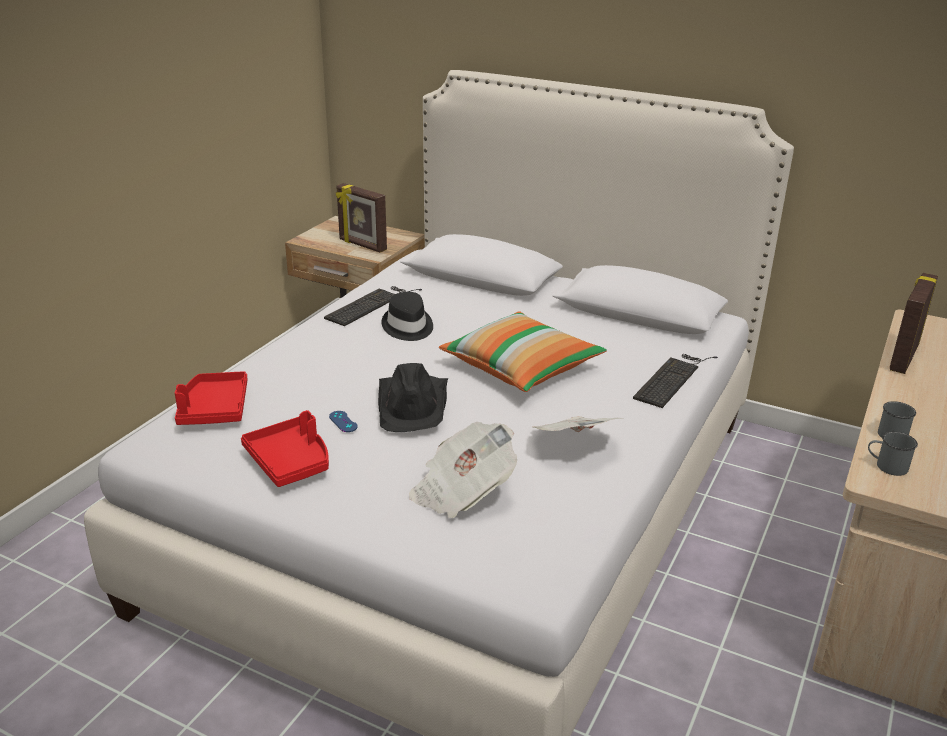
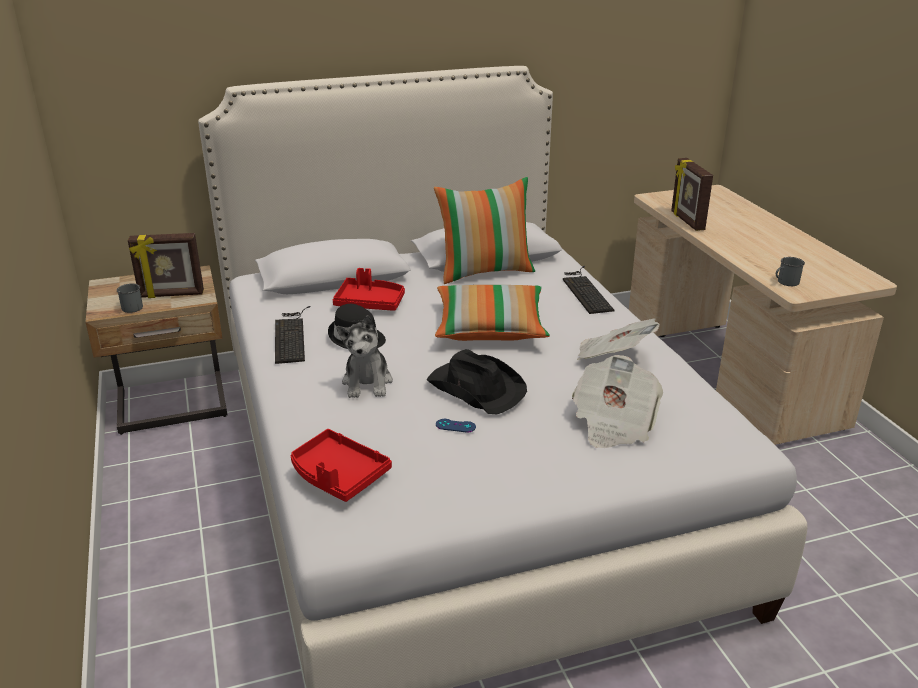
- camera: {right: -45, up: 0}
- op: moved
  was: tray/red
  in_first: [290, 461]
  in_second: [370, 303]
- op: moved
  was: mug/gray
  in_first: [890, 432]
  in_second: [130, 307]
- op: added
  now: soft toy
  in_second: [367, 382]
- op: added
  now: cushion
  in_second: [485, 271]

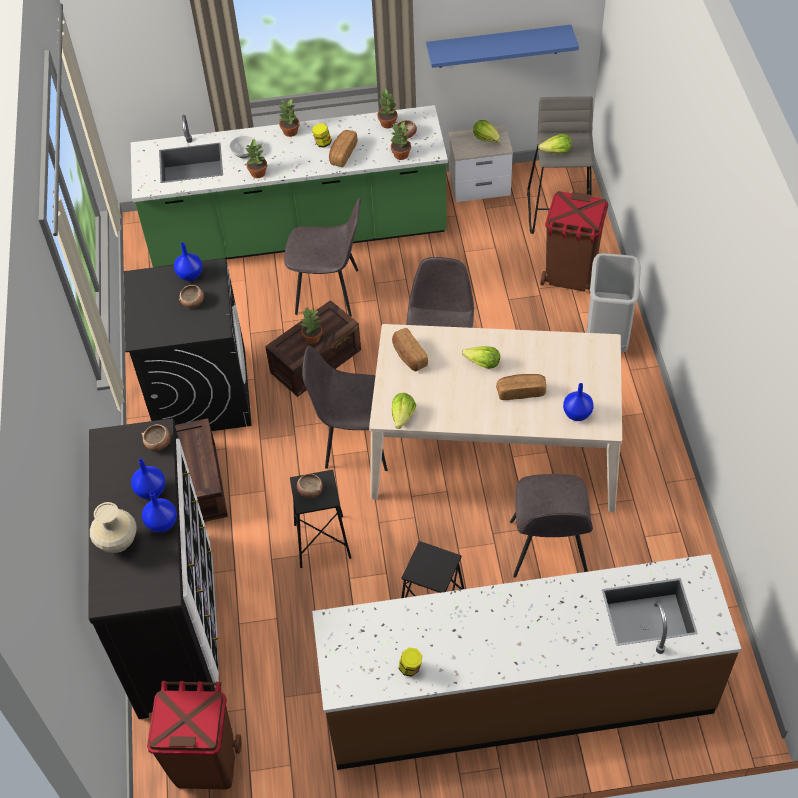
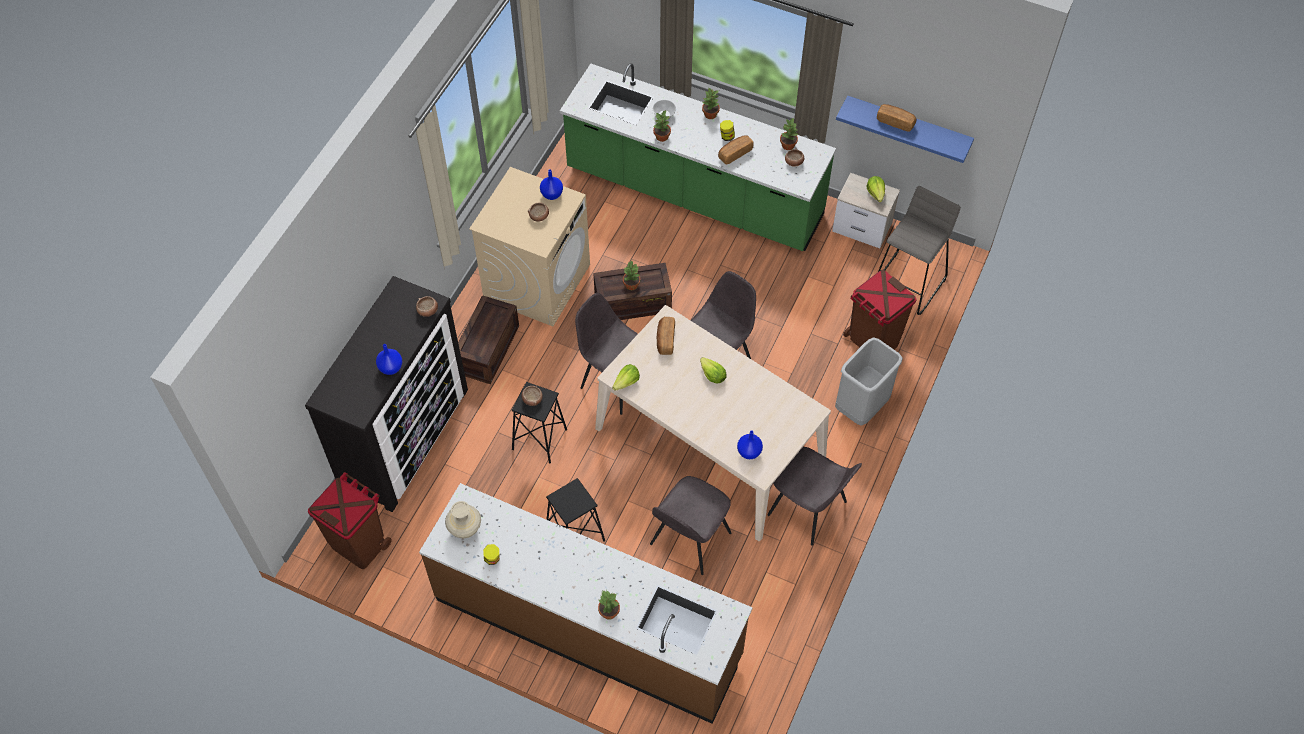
- camera: {right: 30, up: 5}
- op: moved
  was: vase/beige
  in_first: [118, 542]
  in_second: [465, 529]
- op: recoloured
  was: washing machine/blackish
  now: washing machine/beige
  in_first: [201, 392]
  in_second: [537, 281]
- op: removed
  was: vase/bluish
  in_first: [150, 491]
- op: moved
  was: upright chair/gray
  in_first: [329, 292]
  in_second: [809, 510]
- op: moved
  was: plant in a pot
  in_first: [400, 155]
  in_second: [608, 612]
- op: moved
  was: bread
  in_first: [521, 391]
  in_second: [895, 122]
- op: removed
  was: lettuce
  in_first: [556, 152]

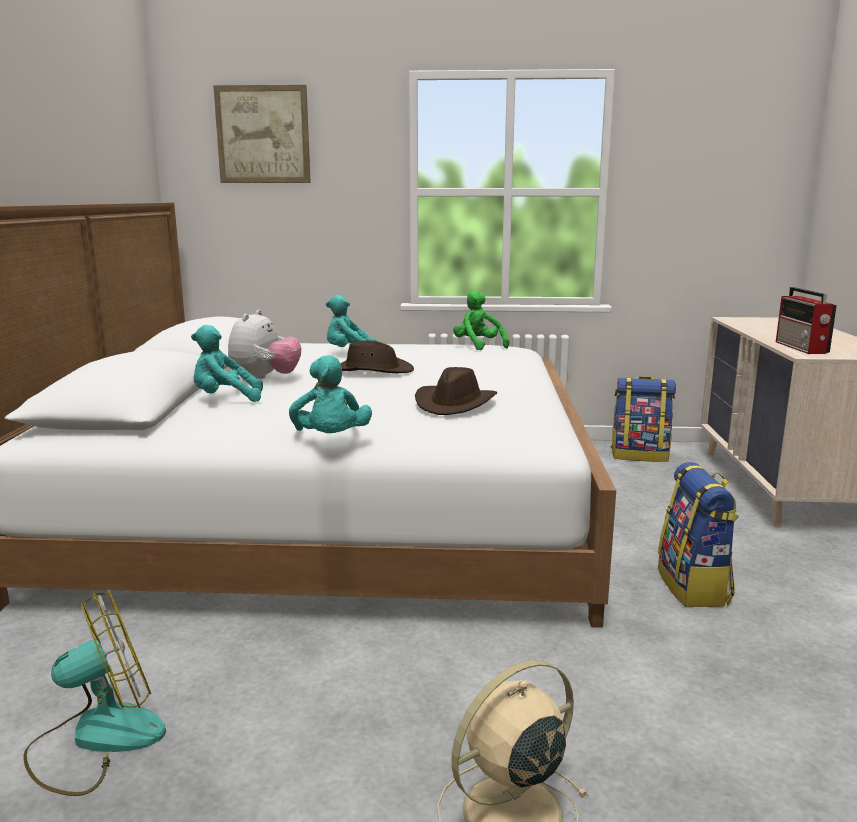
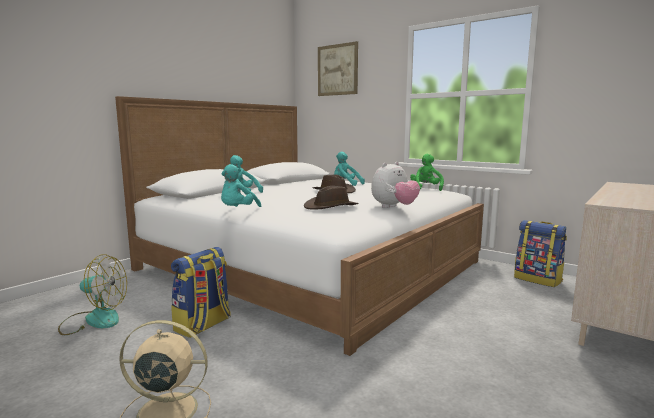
- camera: {right: 35, up: -5}
- op: moved
  was: soft toy
  in_first: [265, 380]
  in_second: [394, 207]
- op: moved
  was: rucksack
  in_first: [694, 587]
  in_second: [203, 325]
- op: removed
  was: radio
  in_first: [801, 348]

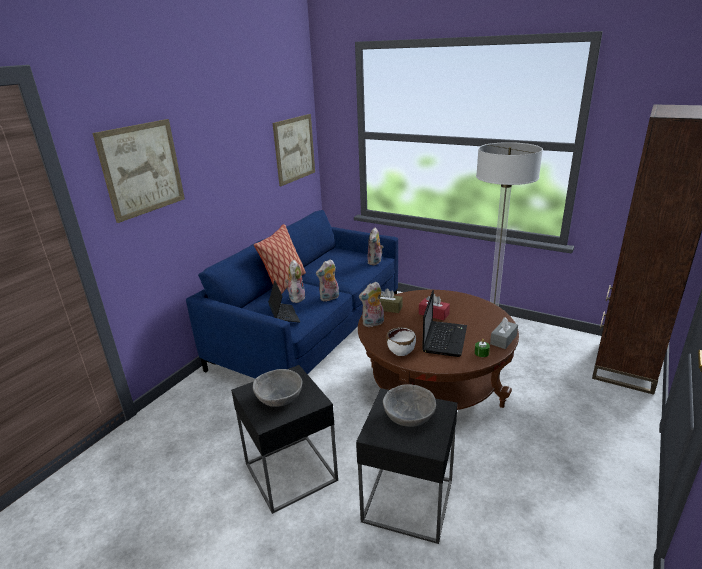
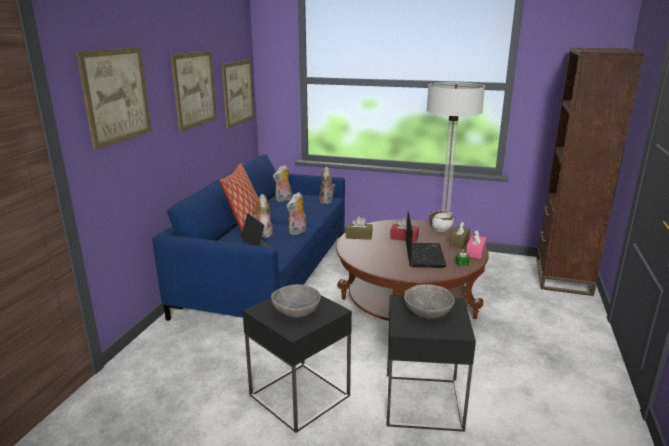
- camera: {right: -15, up: -5}
- op: moved
  was: soft toy
  in_first: [373, 323]
  in_second: [283, 200]
- op: moved
  was: serving bowl/white-coloured
  in_first: [401, 351]
  in_second: [440, 229]
- op: recoloured
  was: box of tissues/gray
  now: box of tissues/pinkish
  in_first: [503, 339]
  in_second: [475, 252]
- op: added
  now: picture
  in_second: [194, 89]
- op: added
  now: box of tissues/brown
  in_second: [459, 242]

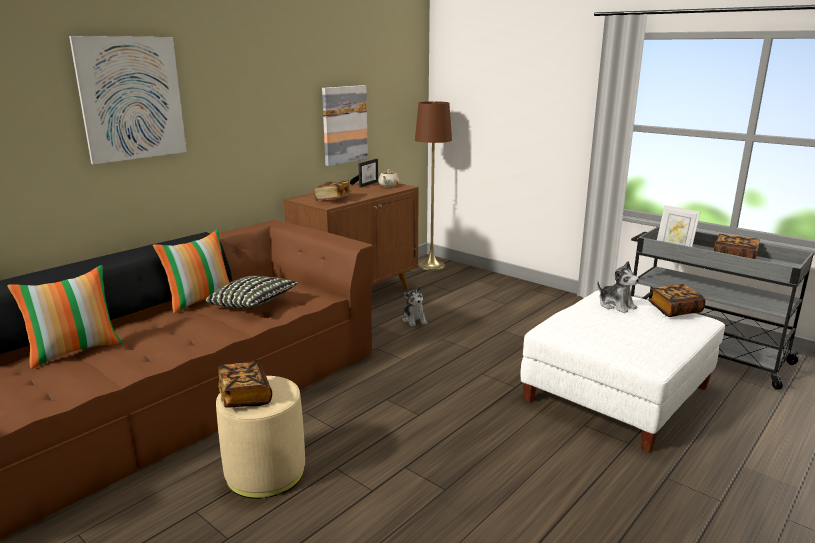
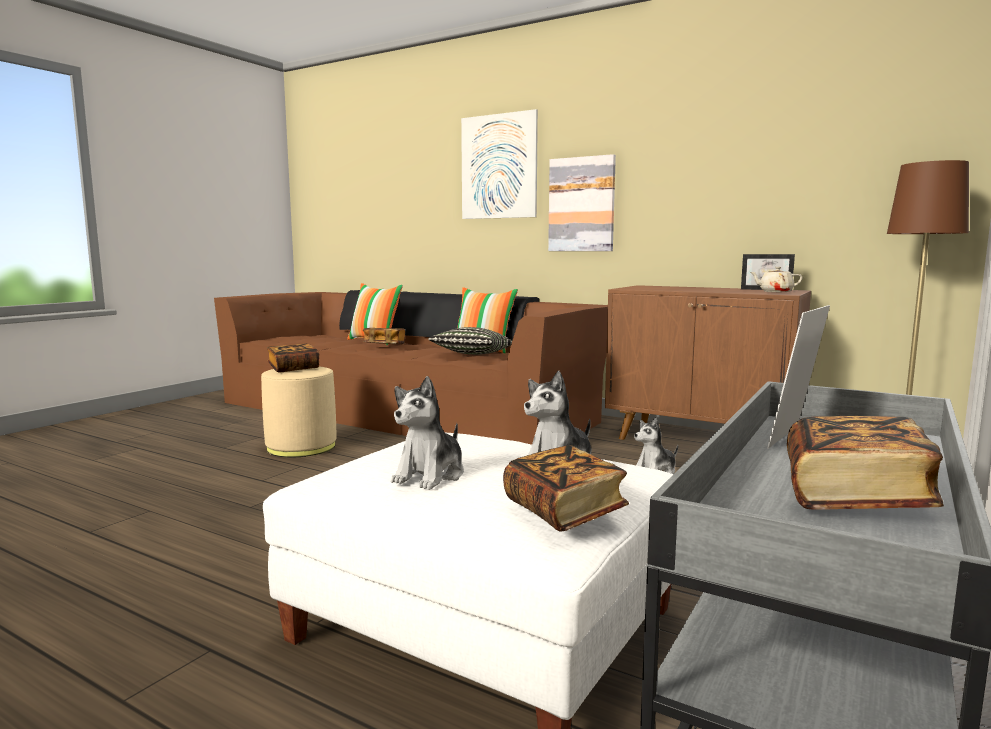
- camera: {right: 80, up: -10}
- op: moved
  was: book
  in_first: [333, 199]
  in_second: [384, 345]
- op: moved
  was: picture
  in_first: [344, 124]
  in_second: [581, 204]
- op: added
  now: soft toy
  in_second: [430, 475]

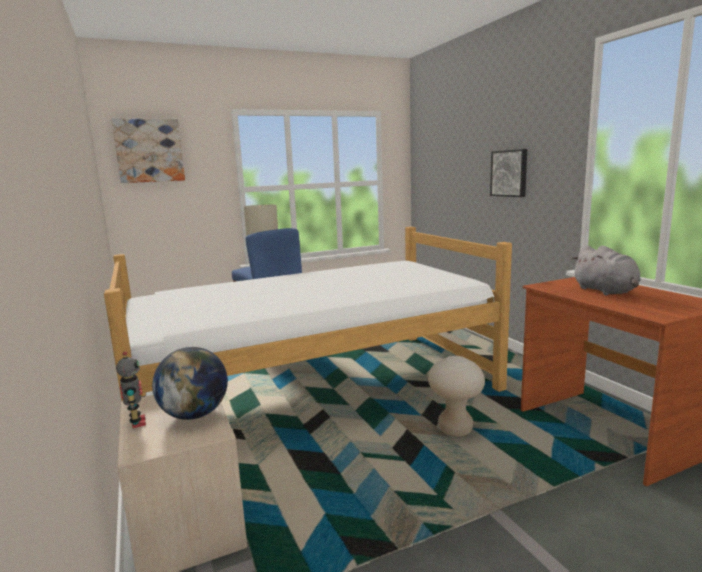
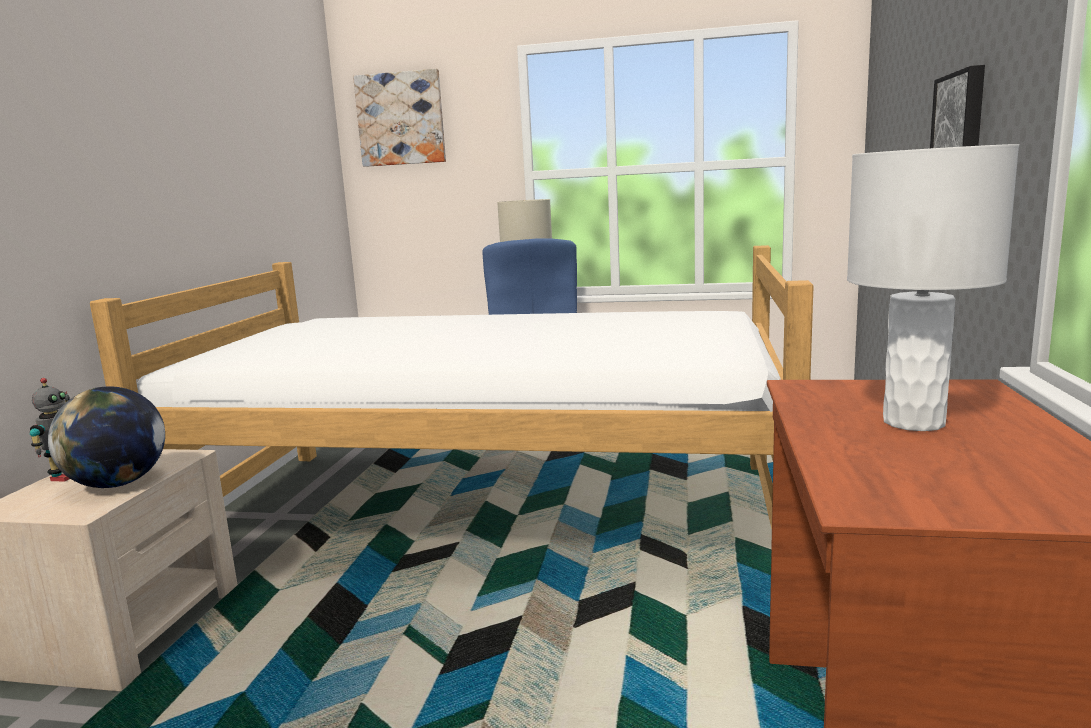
- camera: {right: 35, up: 0}
- op: removed
  was: stool seat/beige
  in_first: [455, 430]
- op: replaced
  was: soft toy/gray
  now: tabletop lamp/white-coloured
  in_first: [606, 291]
  in_second: [914, 422]

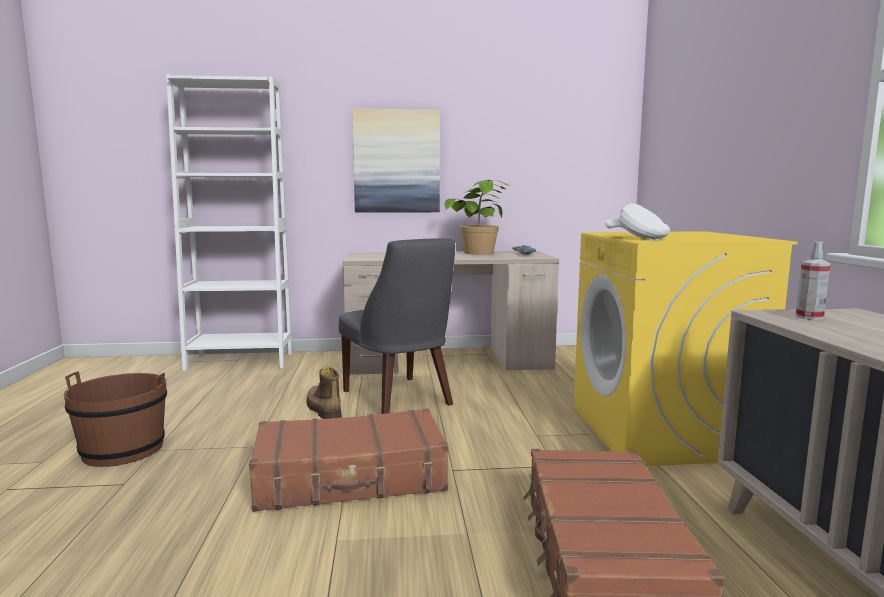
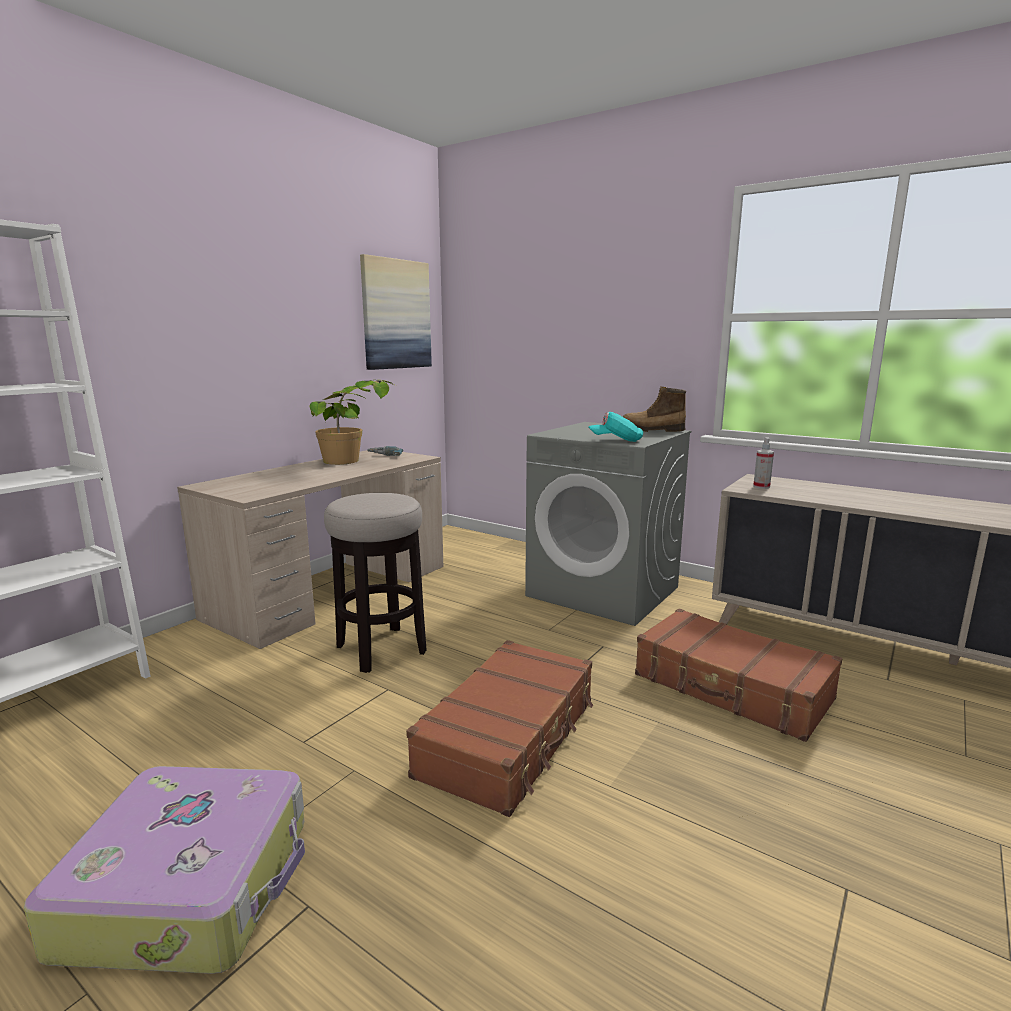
- camera: {right: -50, up: 5}
- op: replaced
  was: water bucket/brown
  now: suitcase
  in_first: [123, 450]
  in_second: [192, 884]
- op: moved
  was: boot
  in_first: [323, 410]
  in_second: [651, 430]
- op: replaced
  was: upright chair/gray
  now: stool seat
  in_first: [399, 399]
  in_second: [381, 649]
- op: moved
  was: picture
  in_first: [396, 161]
  in_second: [396, 314]
- op: recoloured
  was: washing machine/yellowish
  now: washing machine/gray
  in_first: [662, 432]
  in_second: [604, 591]
- op: recoloured
  was: peaked cap/white-coloured
  now: peaked cap/turquoise-coloured
  in_first: [637, 238]
  in_second: [616, 441]

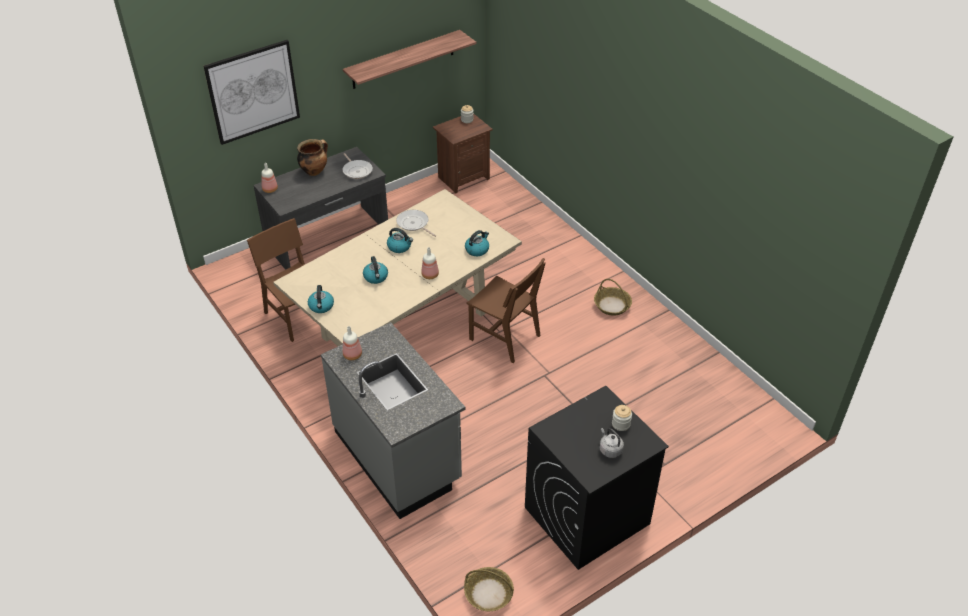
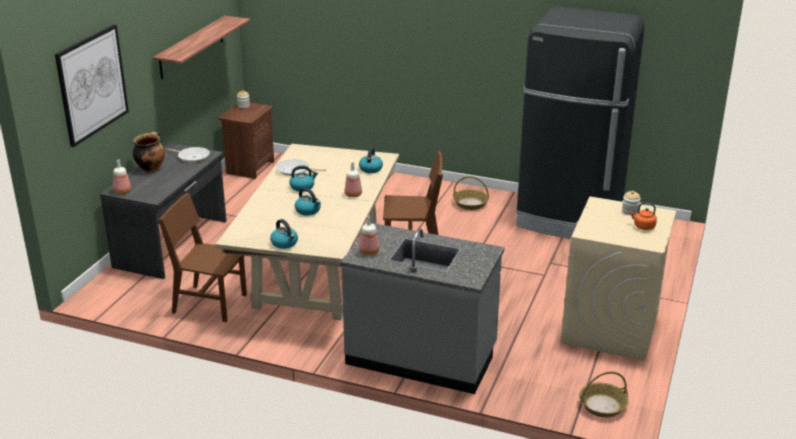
- camera: {right: -35, up: -15}
- op: recoloured
  was: washing machine/blackish
  now: washing machine/beige
  in_first: [586, 516]
  in_second: [610, 328]
- op: recoloured
  was: tea kettle/gray
  now: tea kettle/orange-coloured
  in_first: [609, 449]
  in_second: [643, 226]
- op: added
  now: kitchen fridge/blackish
  in_second: [569, 220]

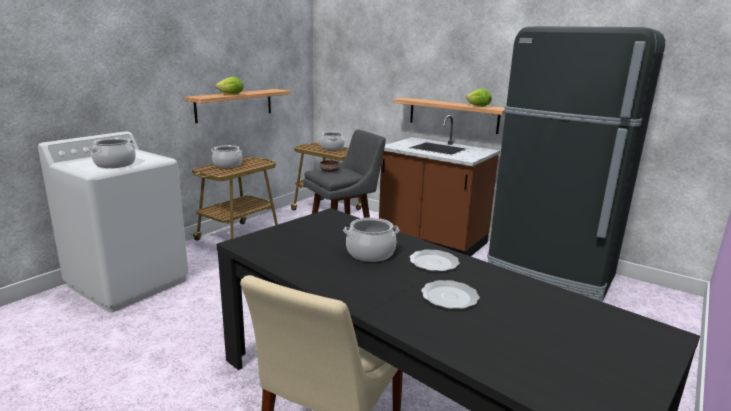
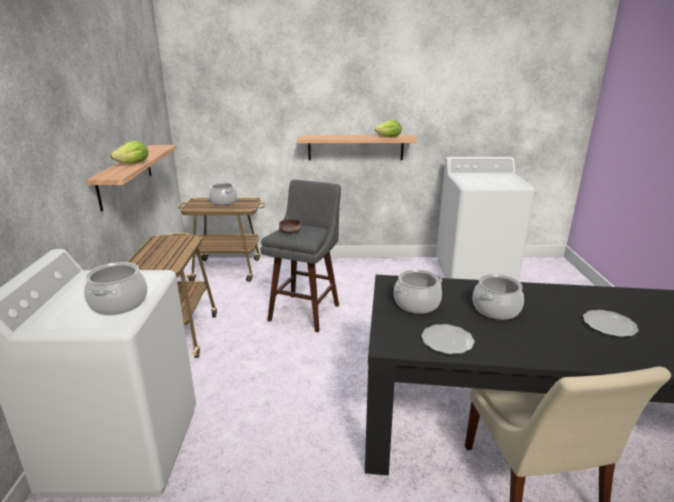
- camera: {right: -35, up: 5}
- op: moved
  was: cooking pot
  in_first: [228, 165]
  in_second: [416, 303]
- op: removed
  was: kitchen base unit/brown
  in_first: [432, 240]
- op: moved
  was: plate
  in_first: [434, 262]
  in_second: [447, 340]
- op: replaced
  was: kitchen fridge/blackish
  now: washing machine/white-coloured
  in_first: [550, 276]
  in_second: [475, 273]

